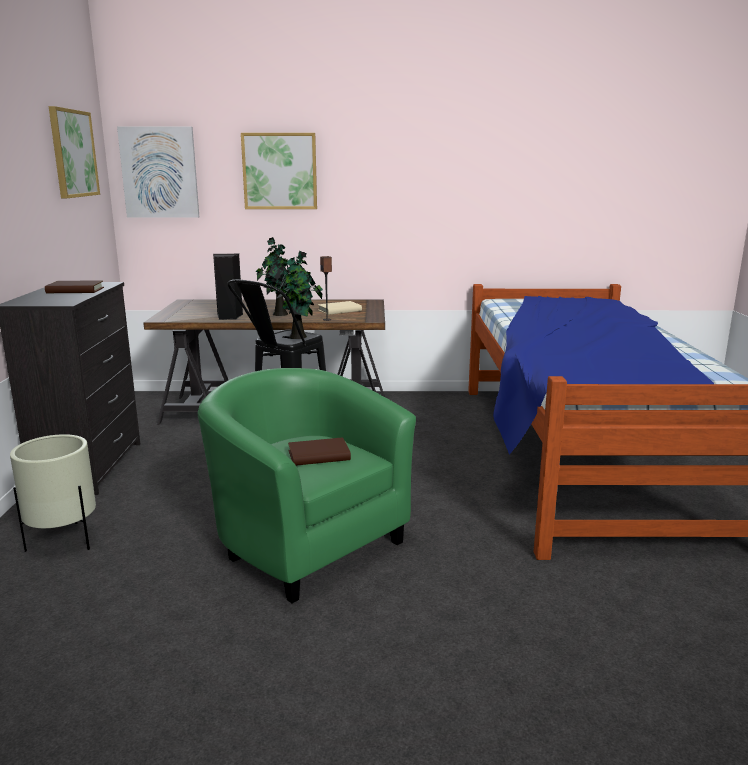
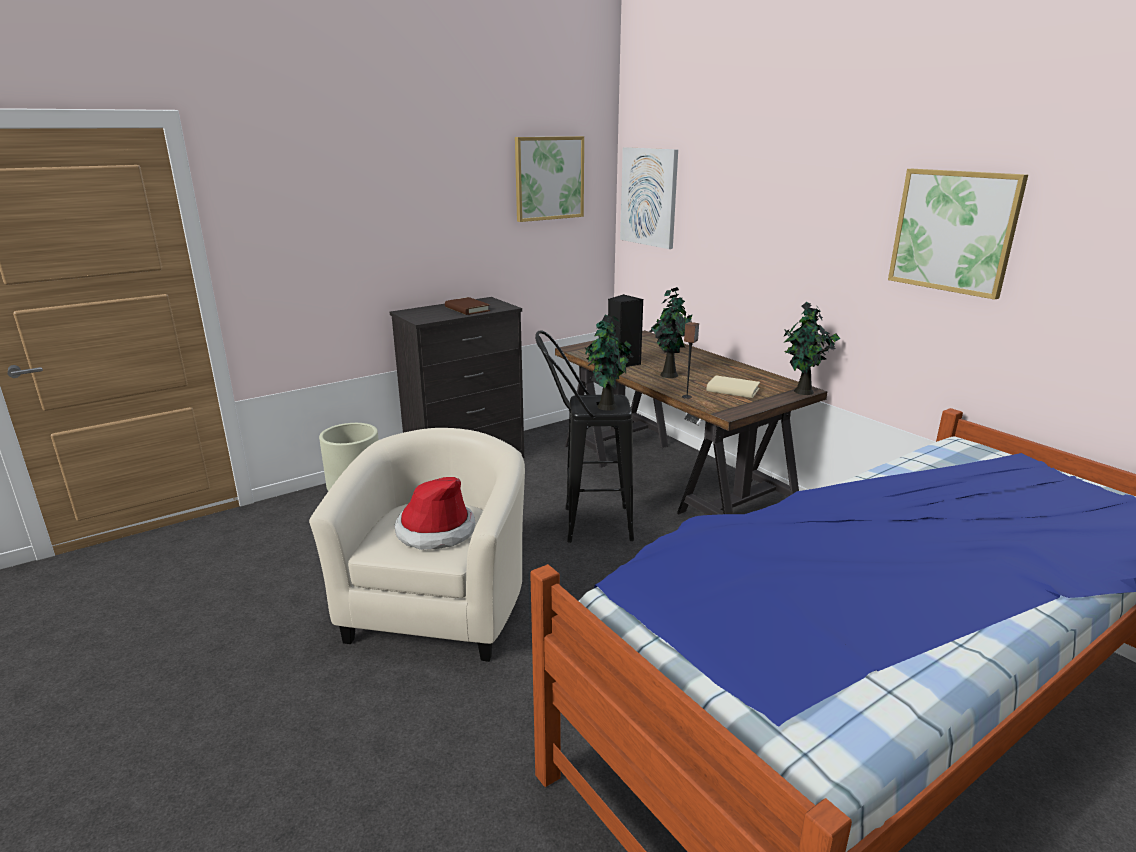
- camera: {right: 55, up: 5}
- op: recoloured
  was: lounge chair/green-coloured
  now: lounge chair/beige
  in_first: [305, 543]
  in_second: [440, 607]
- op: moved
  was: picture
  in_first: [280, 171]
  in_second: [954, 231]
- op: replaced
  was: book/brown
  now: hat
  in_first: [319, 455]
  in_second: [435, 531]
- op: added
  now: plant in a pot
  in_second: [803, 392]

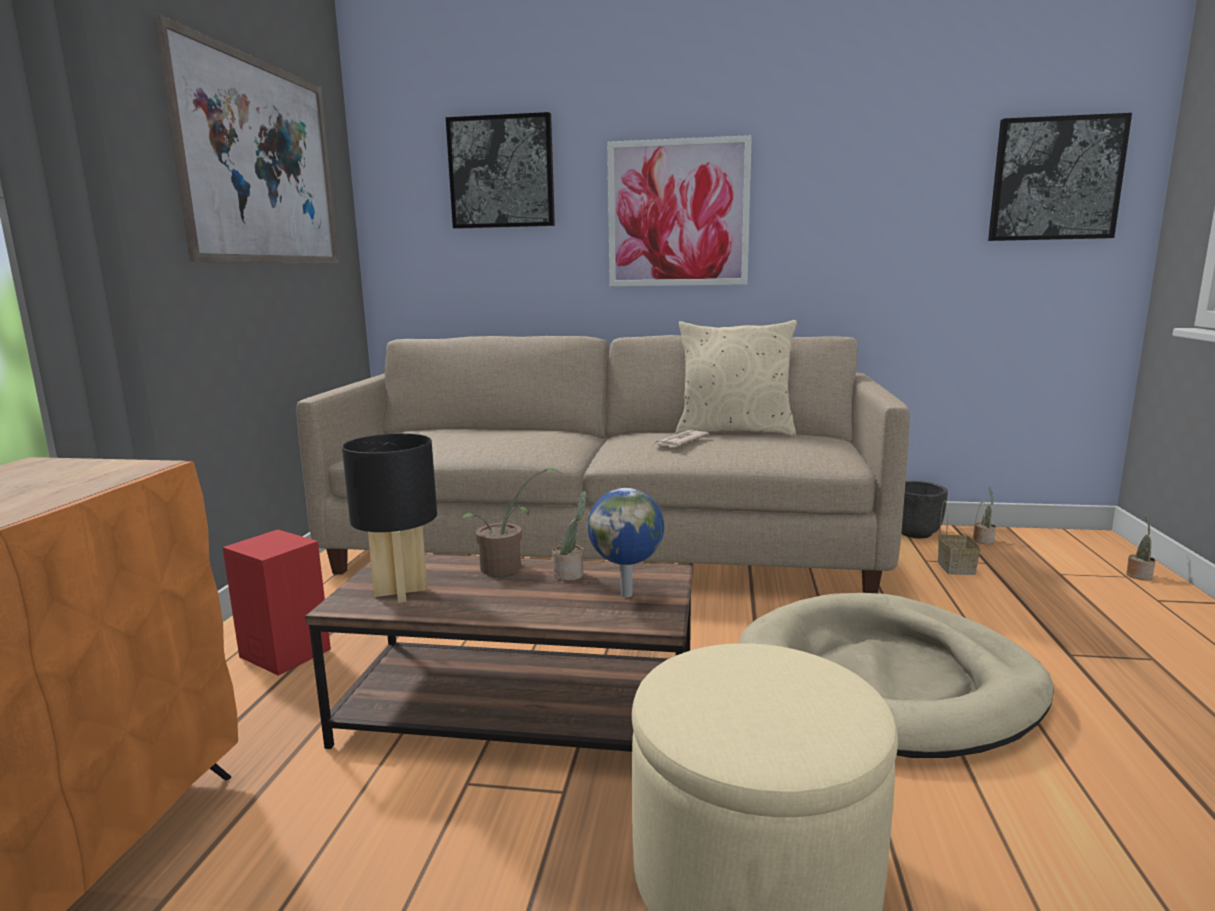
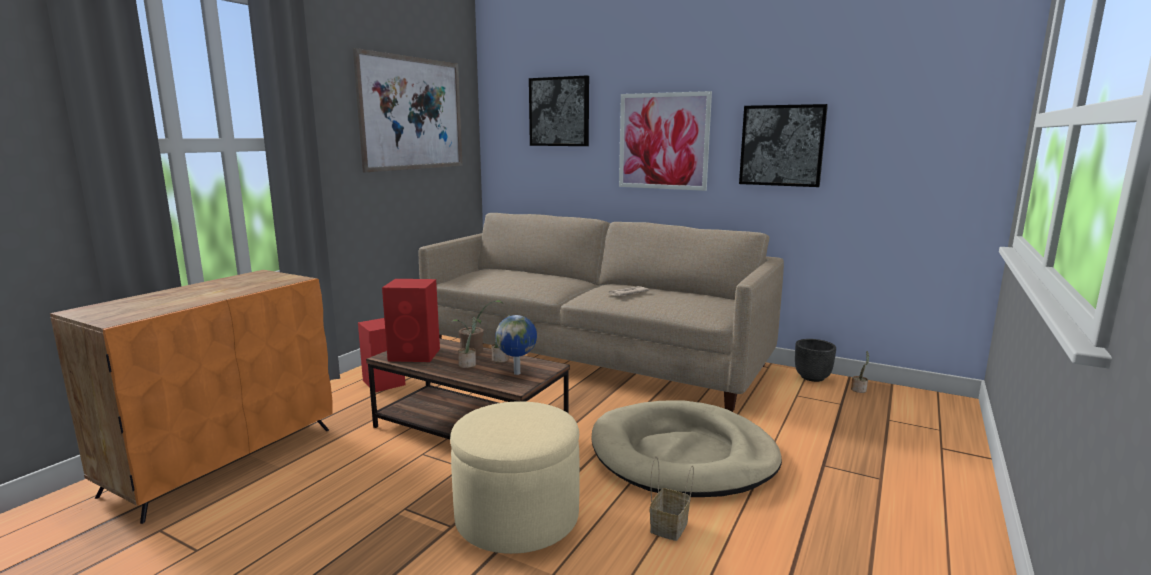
- camera: {right: 20, up: 0}
- op: replaced
  was: tabletop lamp/blackish
  now: speaker/red
  in_first: [402, 591]
  in_second: [415, 355]
- op: removed
  was: cushion/beige
  in_first: [734, 431]
- op: moved
  was: storage basket
  in_first: [957, 568]
  in_second: [669, 527]
- op: moved
  was: picture
  in_first: [1055, 179]
  in_second: [782, 145]
- op: moved
  was: plant in a pot
  in_first: [1138, 575]
  in_second: [468, 364]

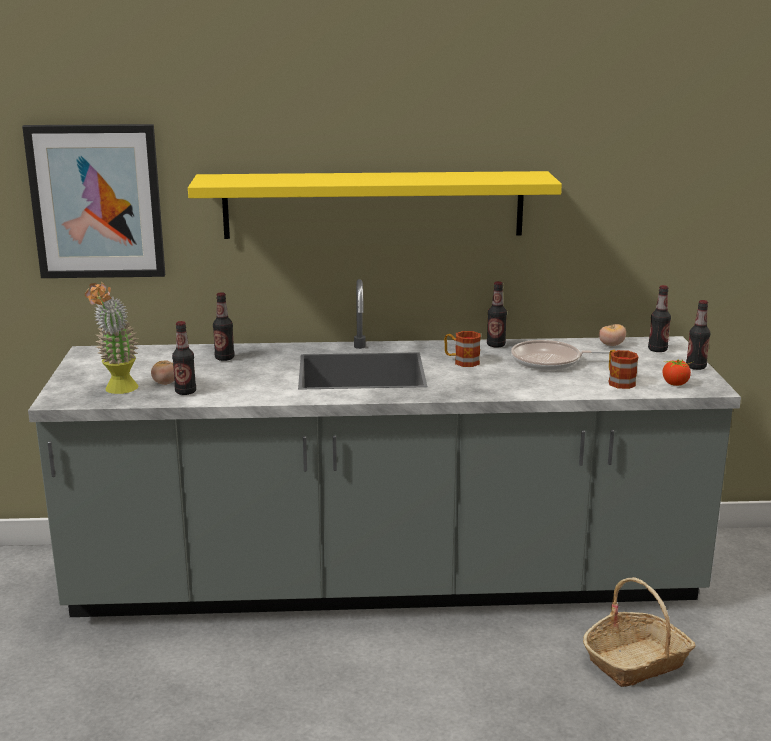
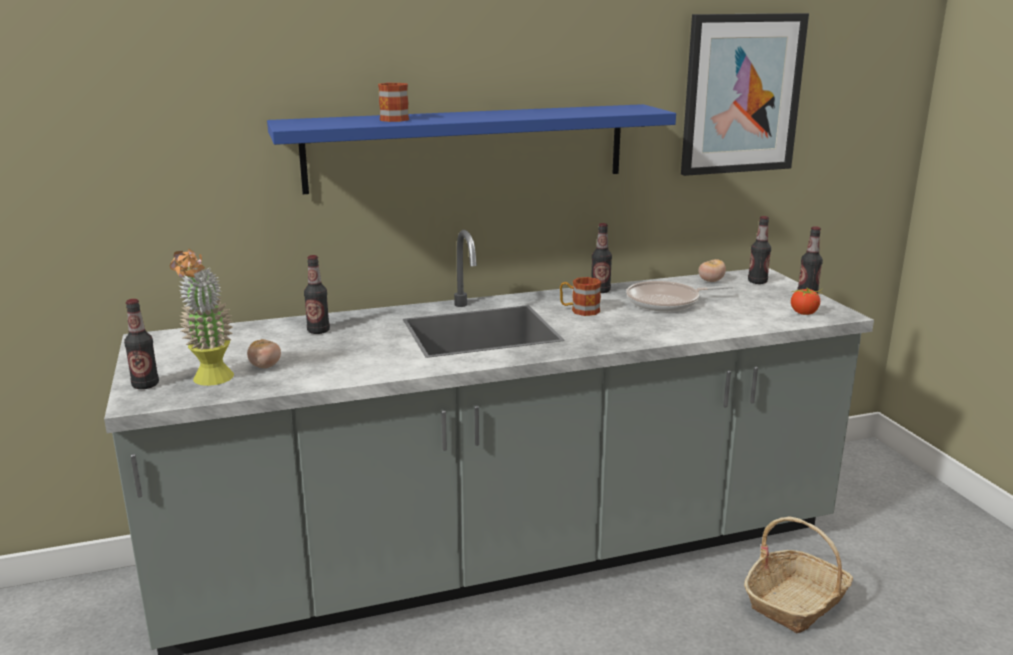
- camera: {right: -15, up: 0}
- op: moved
  was: picture
  in_first: [96, 202]
  in_second: [741, 94]
- op: moved
  was: drink bottle
  in_first: [185, 392]
  in_second: [145, 385]
- op: recoloured
  was: shelf/yellowish
  now: shelf/bluish
  in_first: [373, 204]
  in_second: [467, 147]
- op: moved
  was: mug
  in_first: [618, 381]
  in_second: [391, 118]

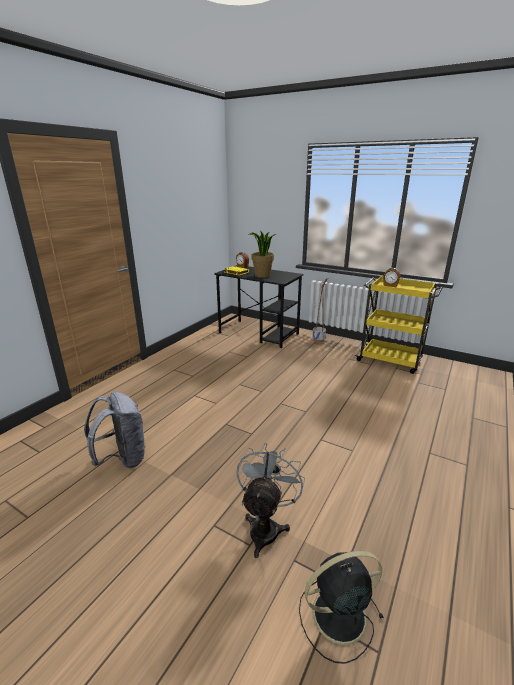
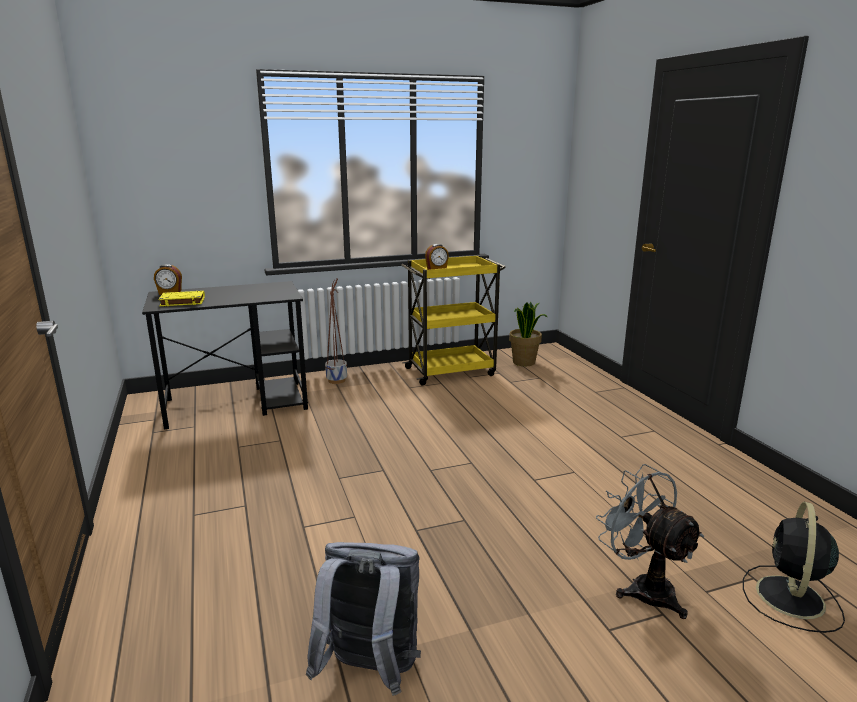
- camera: {right: -50, up: -5}
- op: moved
  was: plant in a pot
  in_first: [262, 275]
  in_second: [524, 362]

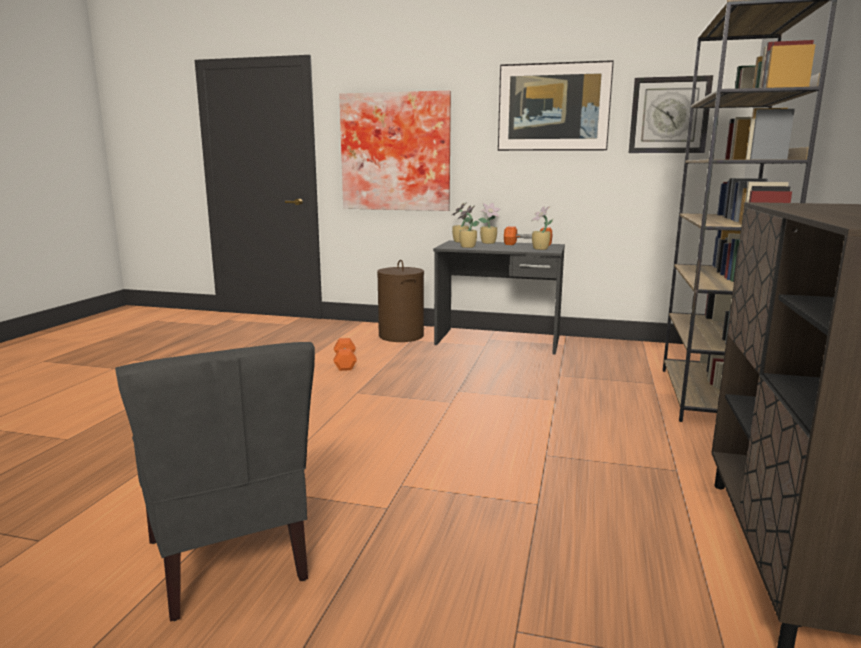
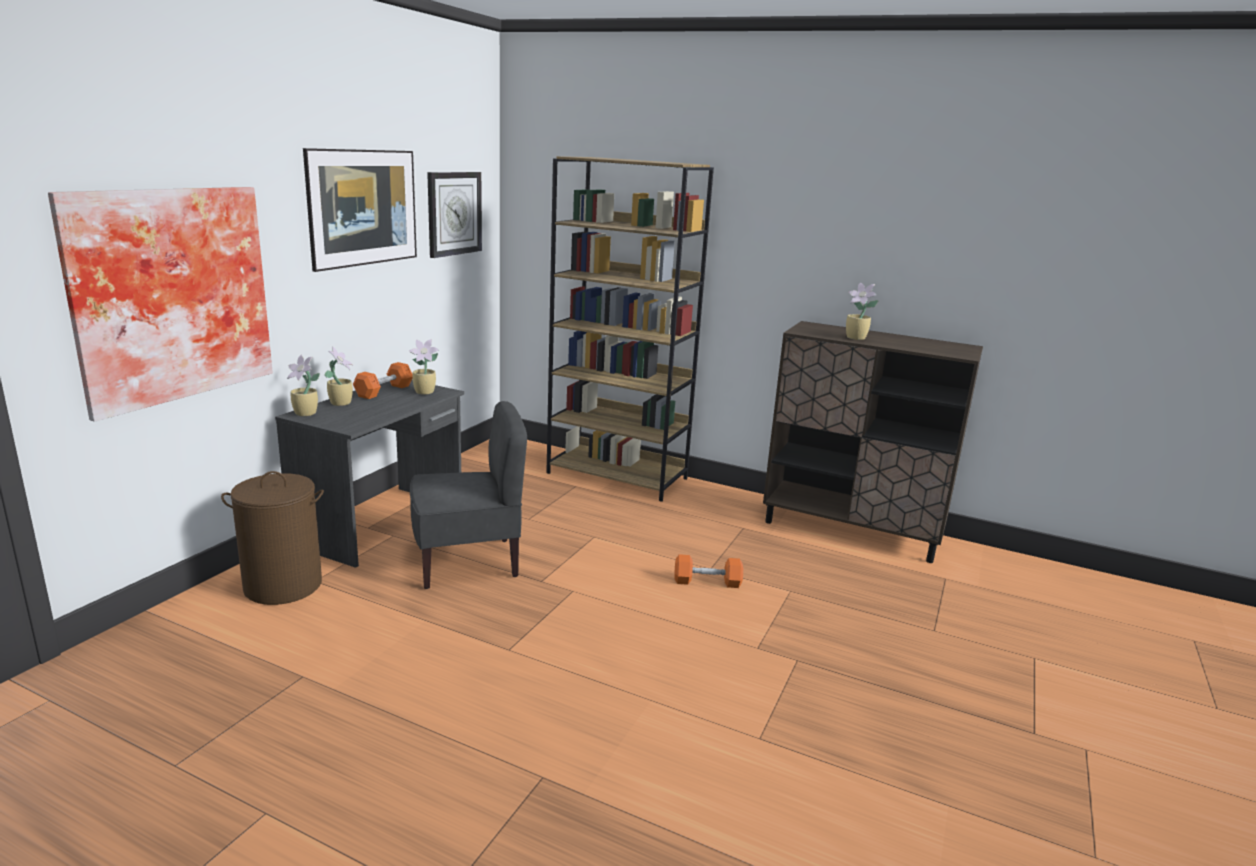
- camera: {right: -80, up: 5}
- op: moved
  was: upright chair/gray
  in_first: [229, 559]
  in_second: [468, 562]
- op: moved
  was: free weight/orange-coloured
  in_first: [345, 362]
  in_second: [707, 582]
- op: moved
  was: plant in a pot
  in_first: [467, 247]
  in_second: [856, 338]

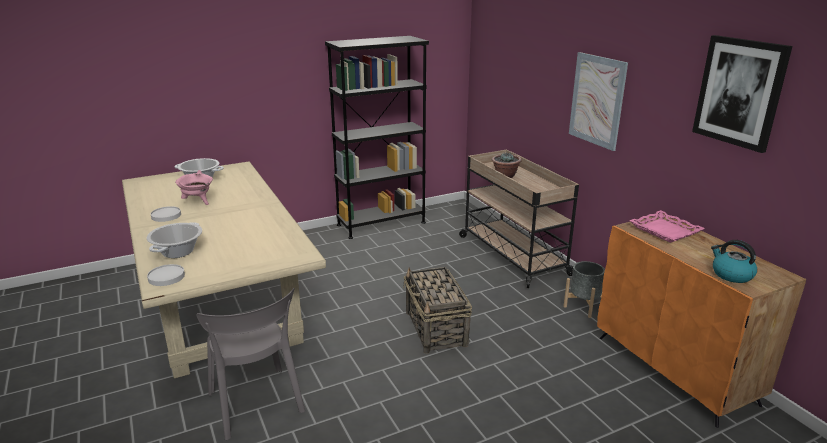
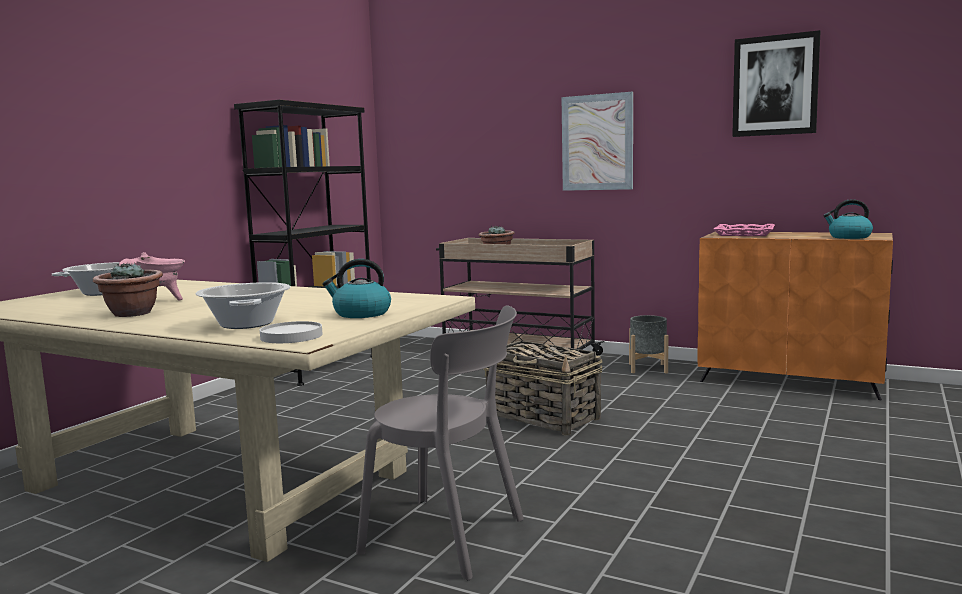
- camera: {right: -35, up: -15}
- op: replaced
  was: plate/white-coloured
  now: plant in a pot
  in_first: [166, 216]
  in_second: [132, 314]
- op: added
  now: tea kettle
  in_second: [361, 314]

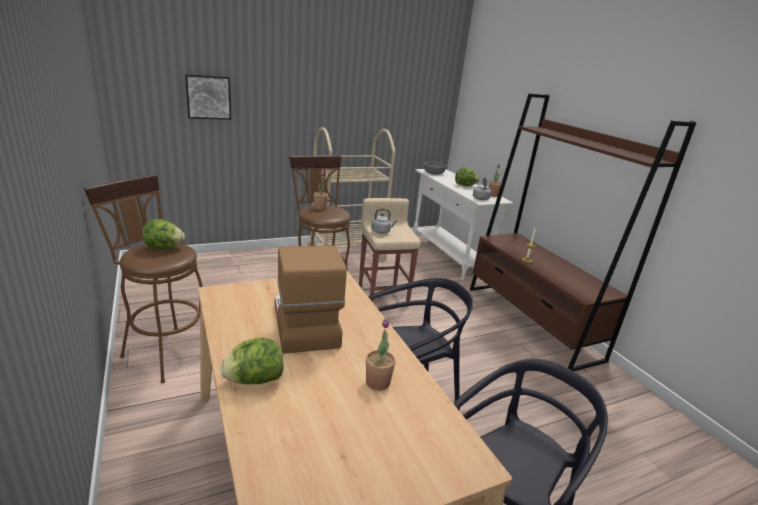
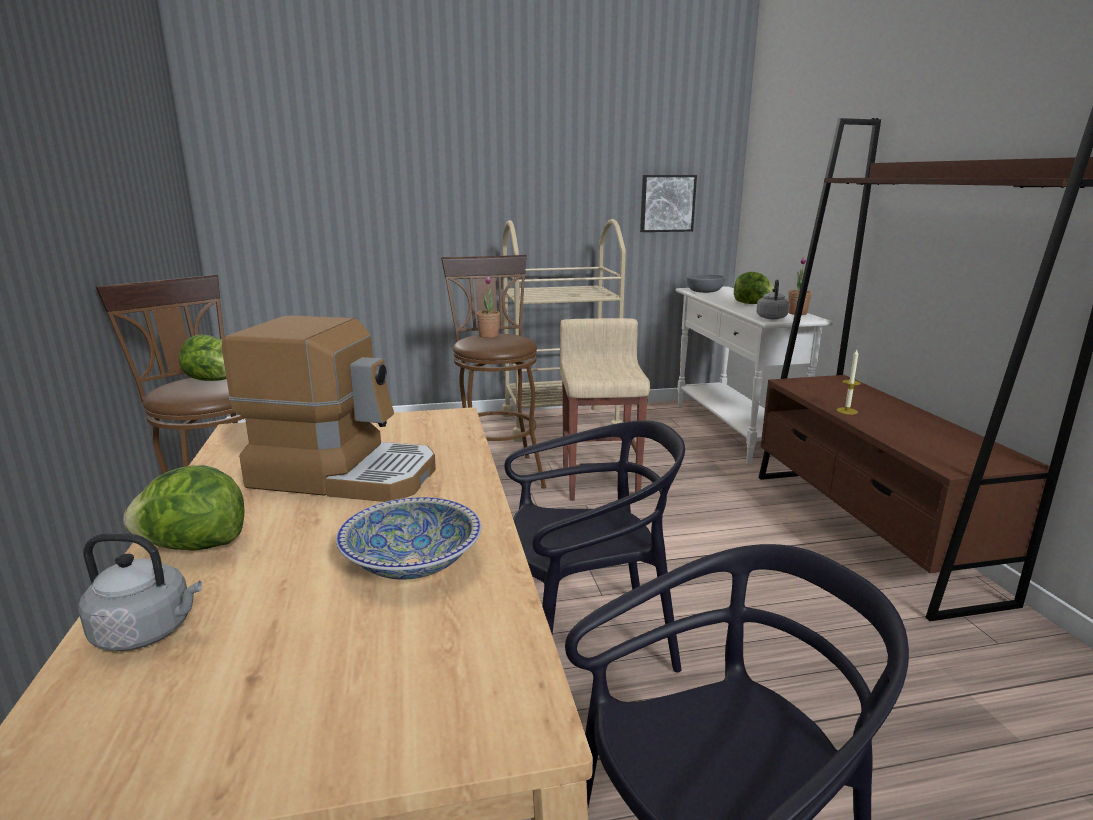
- camera: {right: 15, up: -5}
- op: moved
  was: picture
  in_first: [208, 97]
  in_second: [667, 203]
- op: turned
  was: coffee machine
  in_first: [304, 324]
  in_second: [345, 473]
  clockwise: 105
- op: replaced
  was: plant in a pot
  now: serving bowl
  in_first: [377, 382]
  in_second: [412, 562]
- op: moved
  was: tea kettle/gray
  in_first: [381, 231]
  in_second: [148, 631]

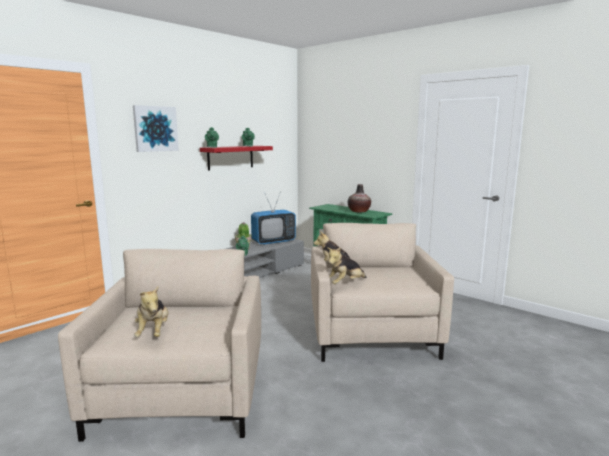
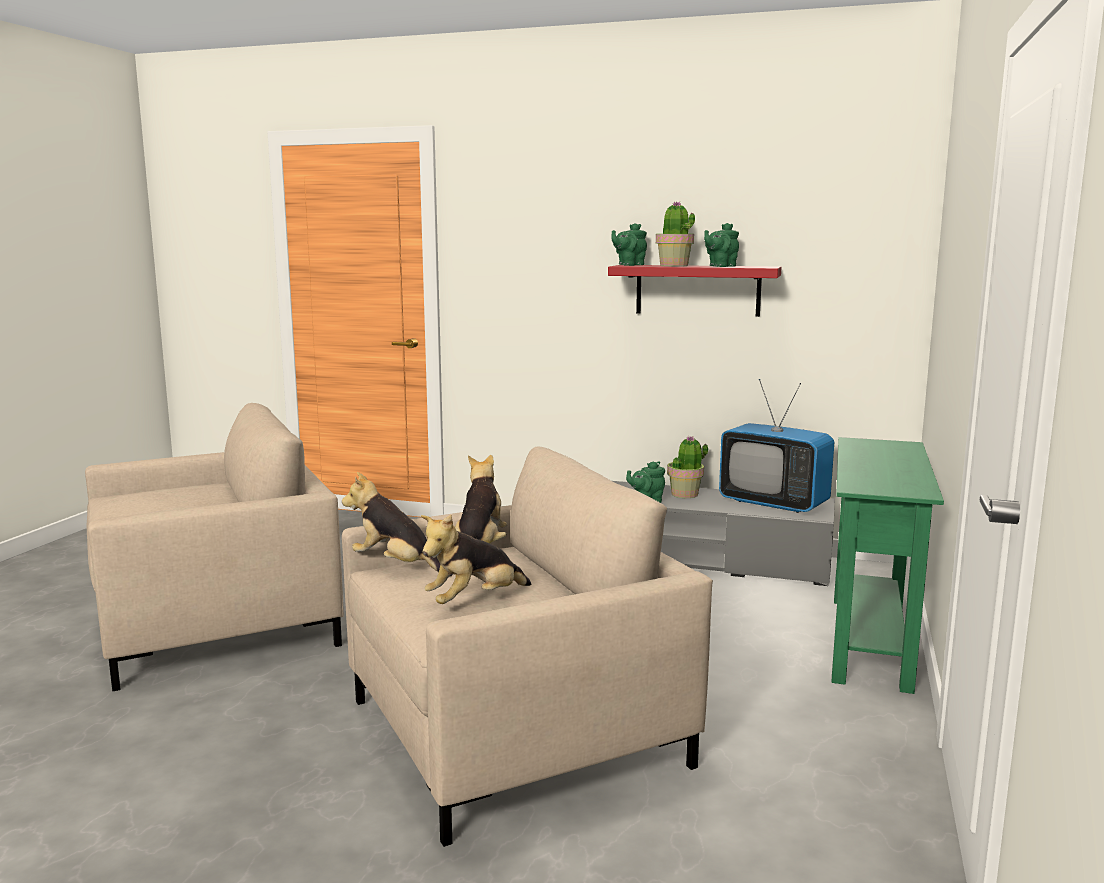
- camera: {right: 65, up: 0}
- op: removed
  was: picture
  in_first: [155, 129]
- op: moved
  was: soft toy
  in_first: [153, 332]
  in_second: [474, 601]
- op: removed
  was: vase
  in_first: [359, 211]
- op: added
  now: plant in a pot
  in_second: [674, 265]

